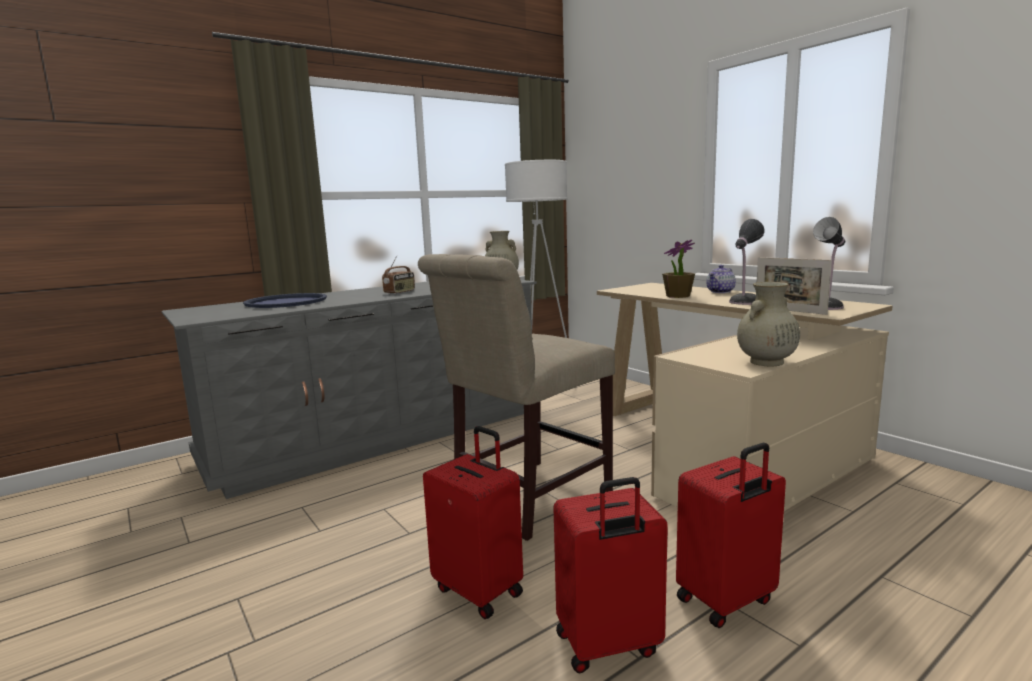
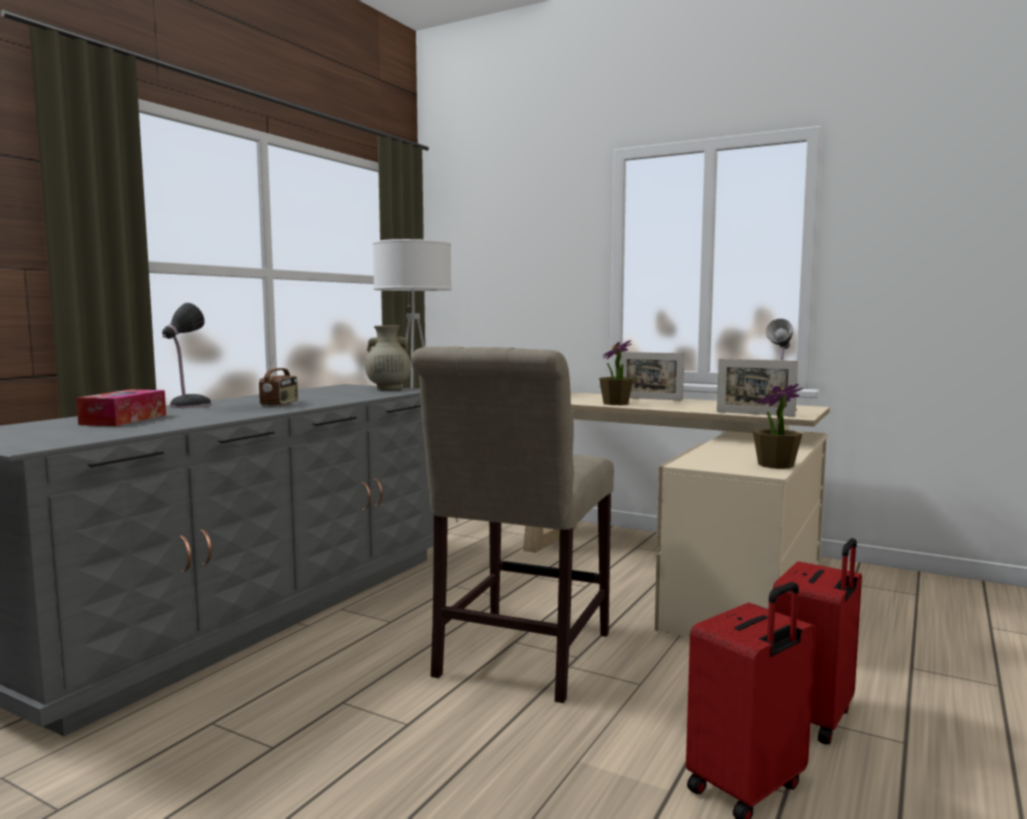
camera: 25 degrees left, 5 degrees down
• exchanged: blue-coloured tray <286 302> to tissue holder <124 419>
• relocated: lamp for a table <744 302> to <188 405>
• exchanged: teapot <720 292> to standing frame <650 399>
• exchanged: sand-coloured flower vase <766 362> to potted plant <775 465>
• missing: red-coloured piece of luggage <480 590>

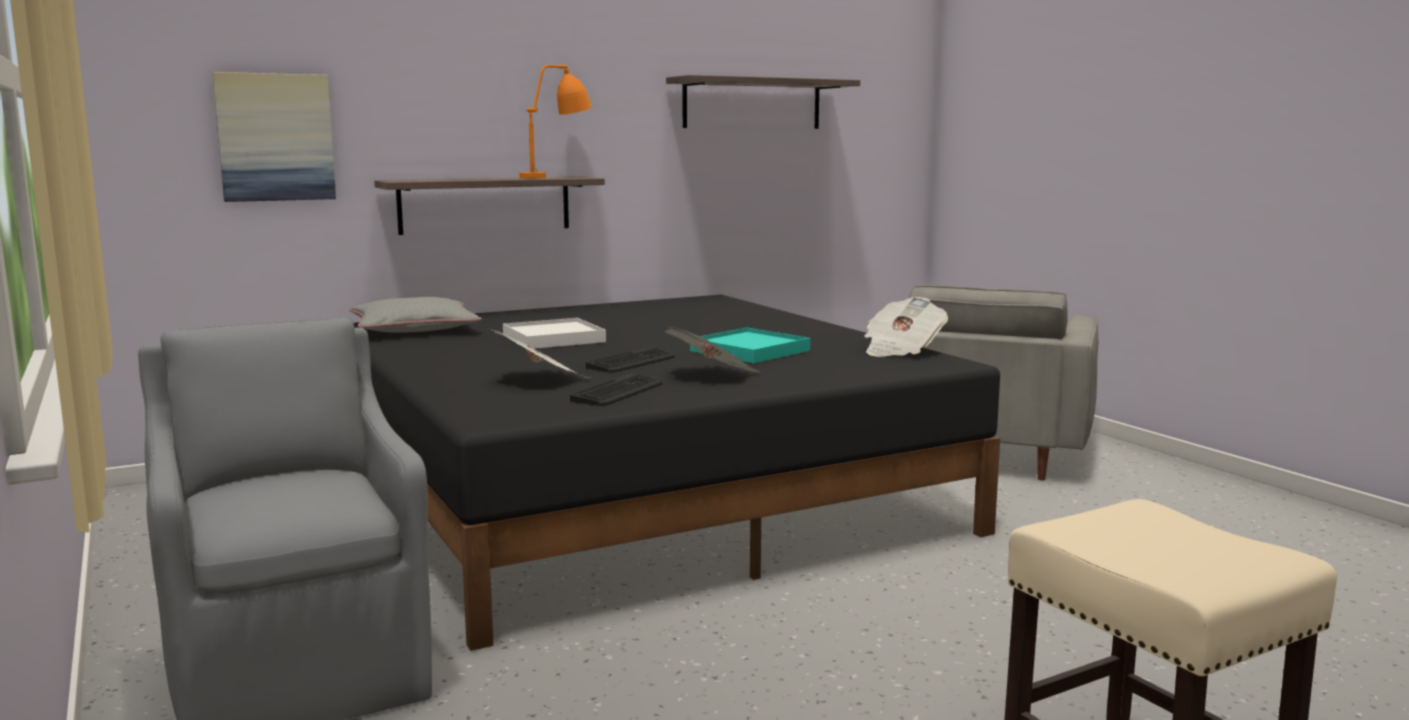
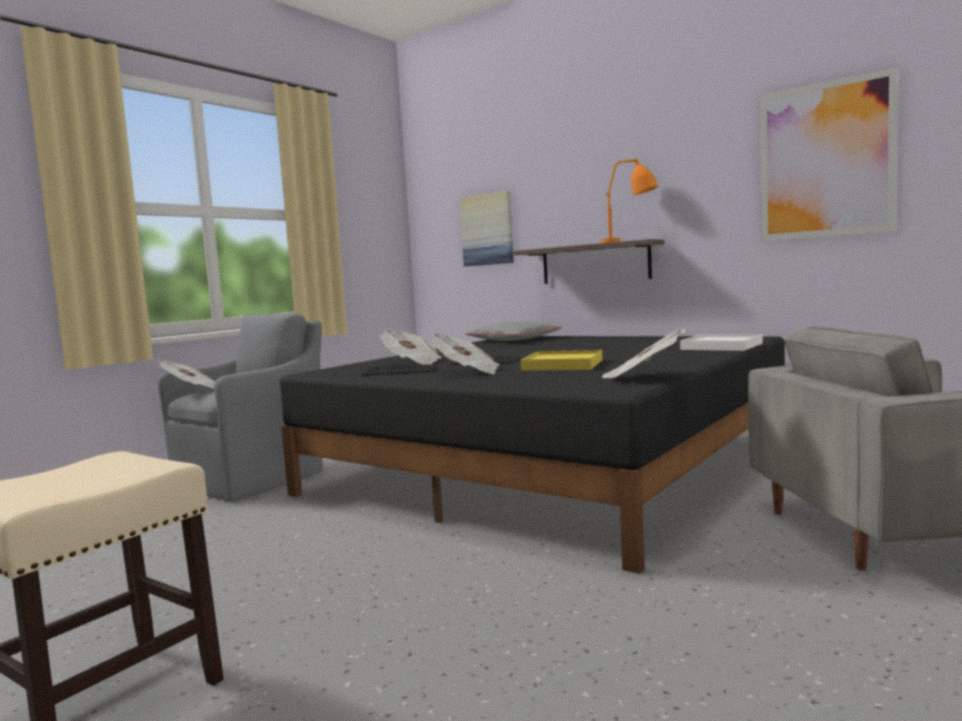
camera: 65 degrees right, 5 degrees down
• appeared: newspaper <192 391>
• colour: turquoise tray <750 351> to yellow-coloured tray <563 365>
• relocated: whitish tray <554 339> to <722 346>
• exchanged: shelf <752 104> to wall picture <825 160>

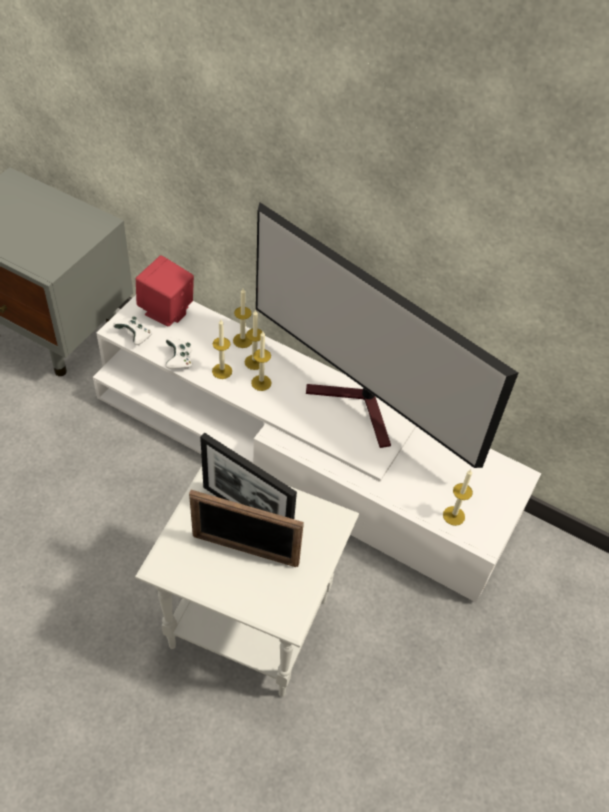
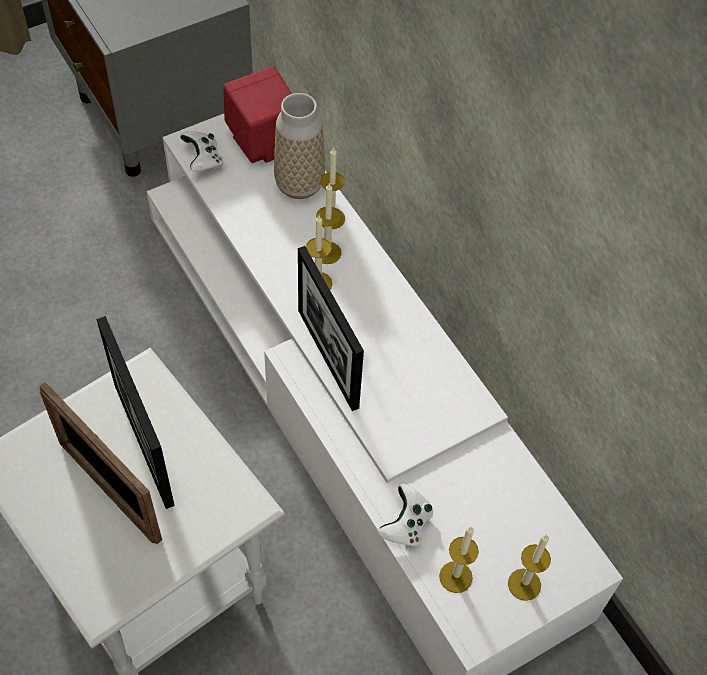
camera: 30 degrees right, 5 degrees up
• appeared: flower vase <299 185>
• appeared: standing frame <327 358>
• relocated: whitish gamepad <179 361> to <406 525>
• relocated: candle <222 371> to <524 584>
• missing: TV <361 407>

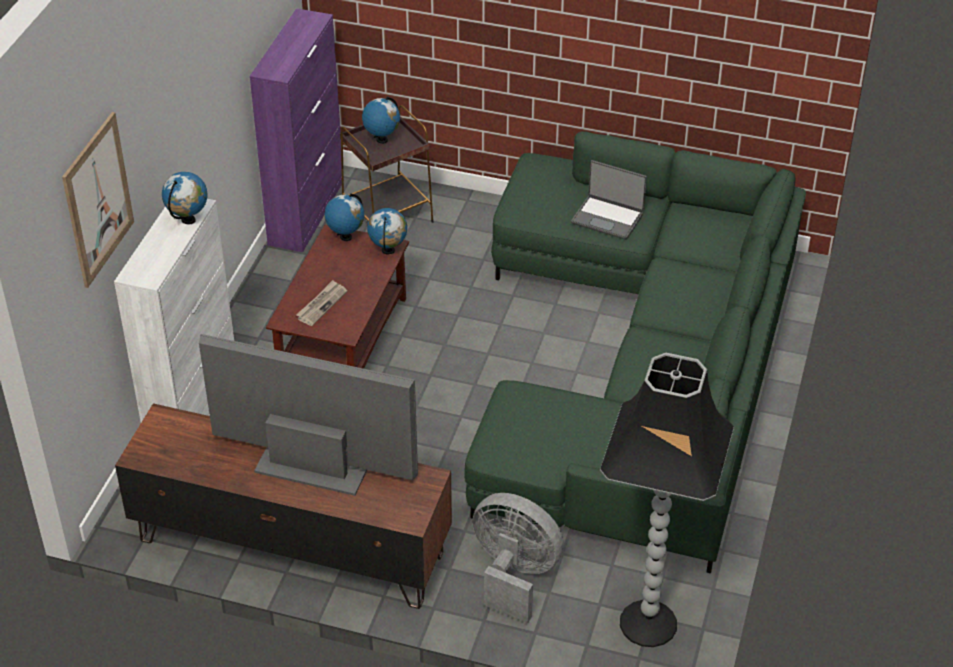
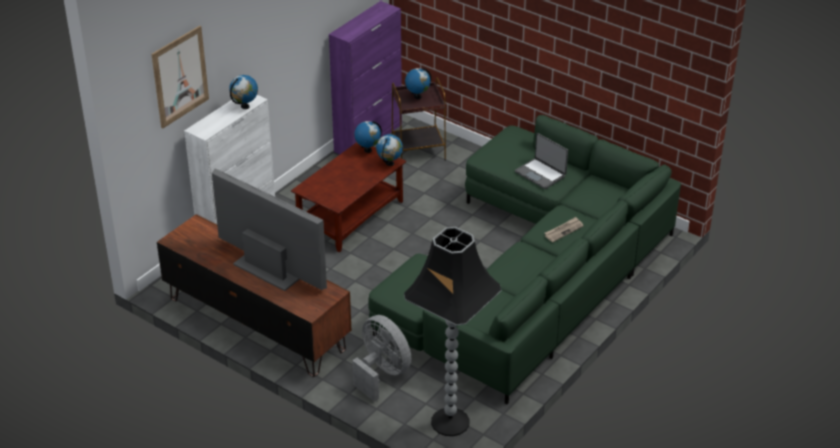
camera: 20 degrees right, 5 degrees down
• relocated: newspaper <321 304> to <563 230>

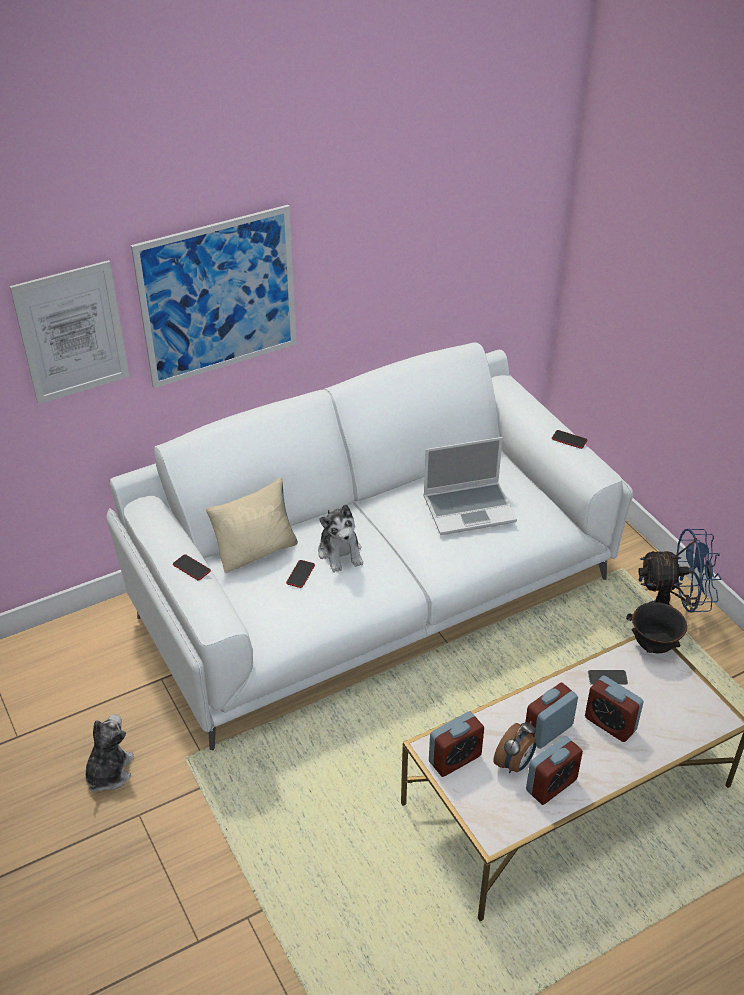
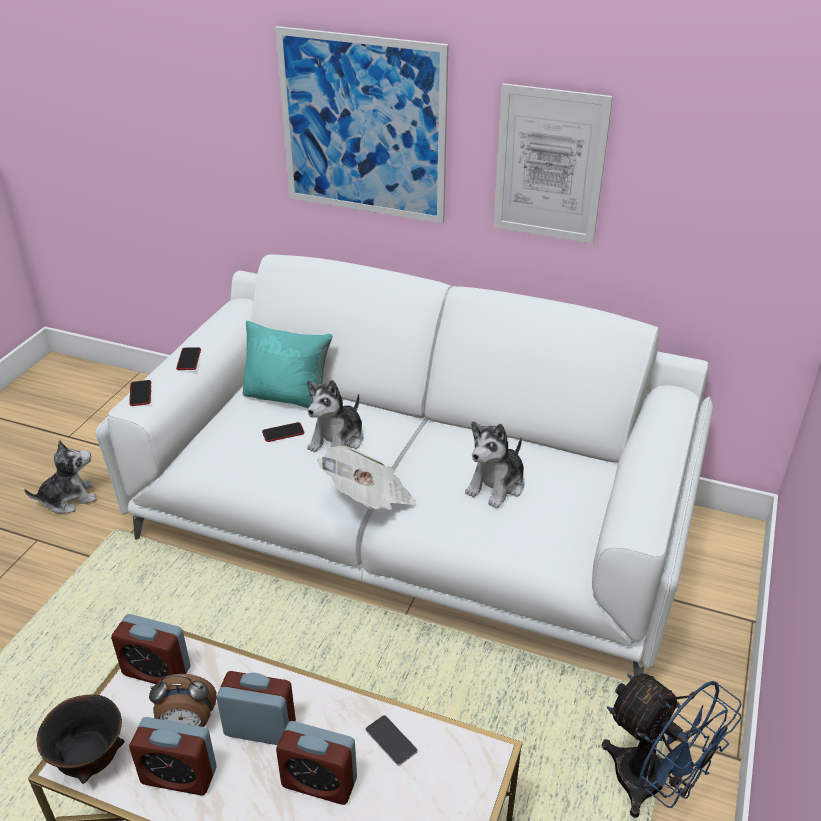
camera: 50 degrees right, 5 degrees down
• relocated: black-coloured serving bowl <654 646> to <91 762>
• relocated: telephone <569 440> to <140 394>
• colour: sand-coloured cushion <256 551> to turquoise cushion <288 397>
• spun: alarm clock <610 724> = <319 782> 75 degrees counterclockwise
• appeared: newspaper <368 497>
• exchanged: laptop <470 508> to soft toy <496 485>
• relocated: wall picture <72 333> to <549 165>

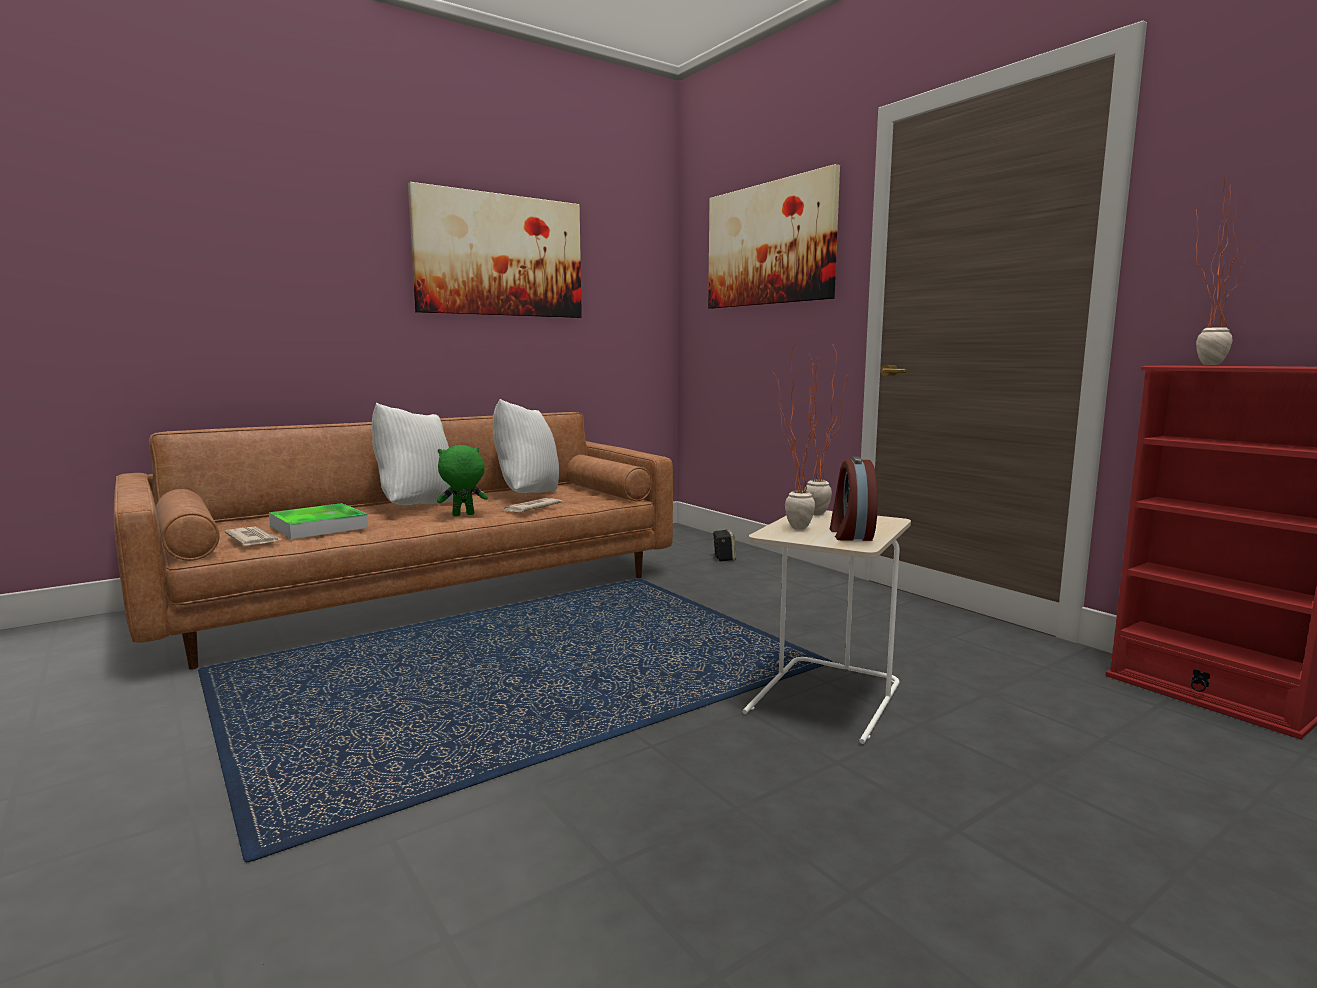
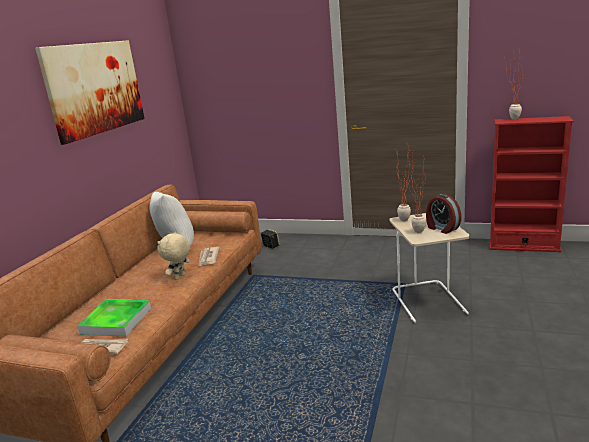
camera: 35 degrees left, 10 degrees up
• colour: green-coloured soft toy <463 515> to sand-coloured soft toy <180 277>
• missing: whitish cushion <416 506>
• missing: wall picture <769 244>

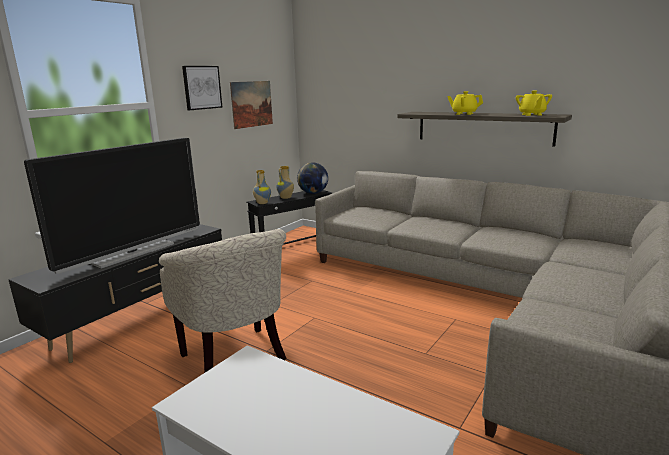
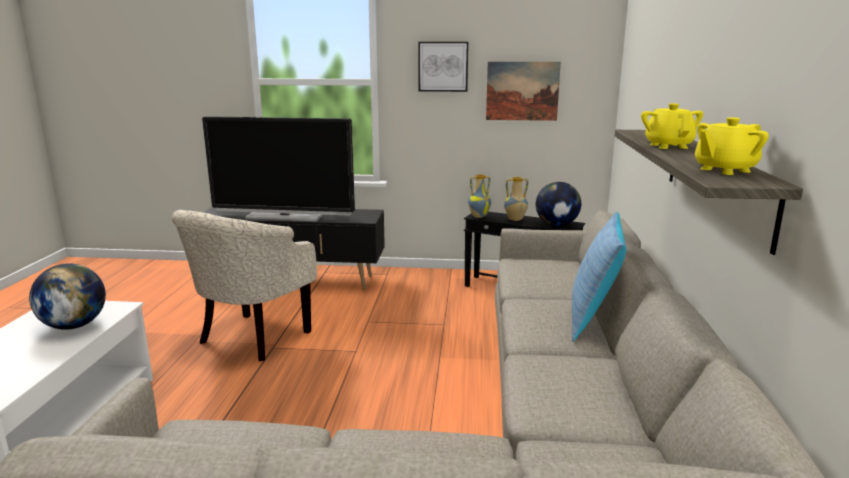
camera: 60 degrees right, 0 degrees up
• appeared: globe <74 326>
• appeared: cushion <593 319>

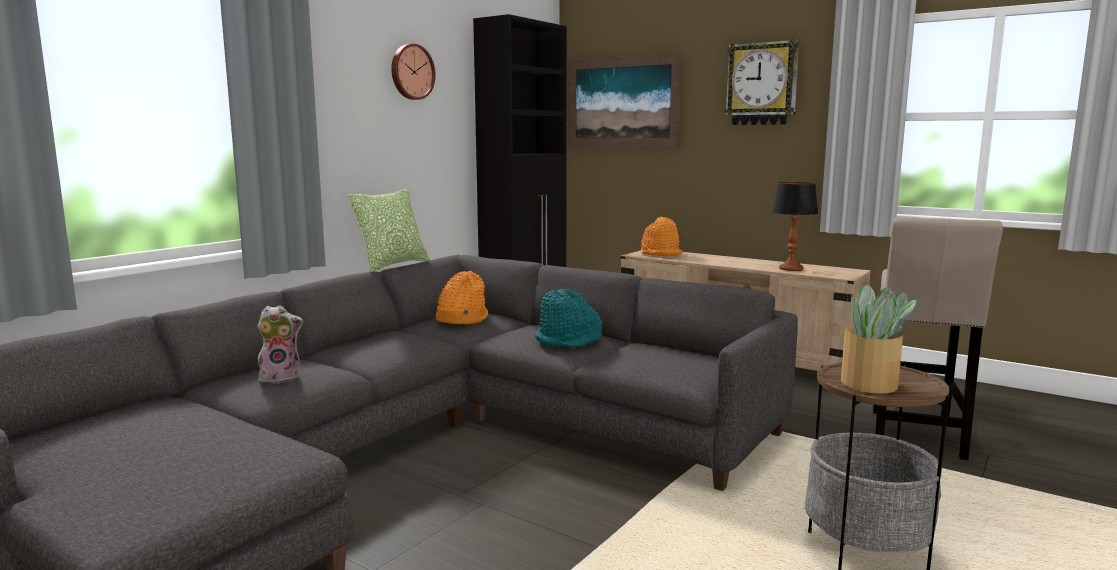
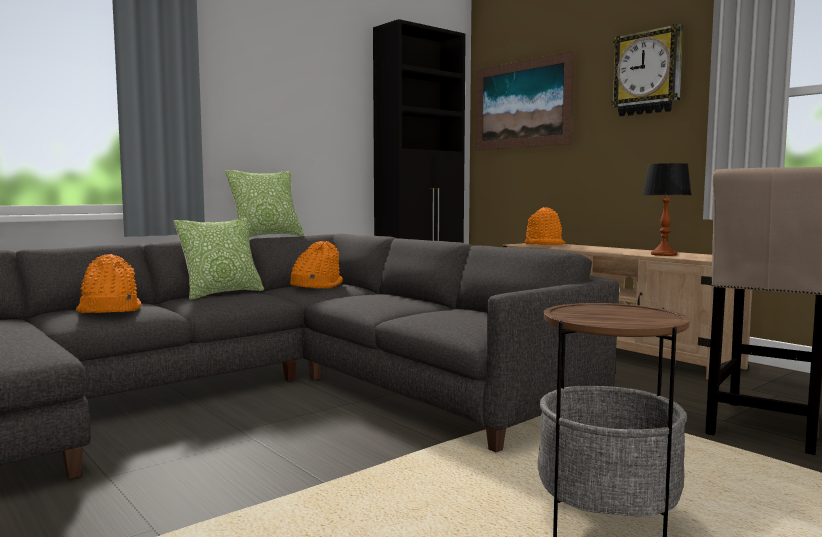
camera: 15 degrees right, 5 degrees down
• exchanged: soft toy <281 378> to orange-coloured hat <108 310>
• appeared: cushion <222 293>
• missing: clock on the wall <411 72>
• missing: turquoise hat <569 341>
• missing: potted plant <869 383>

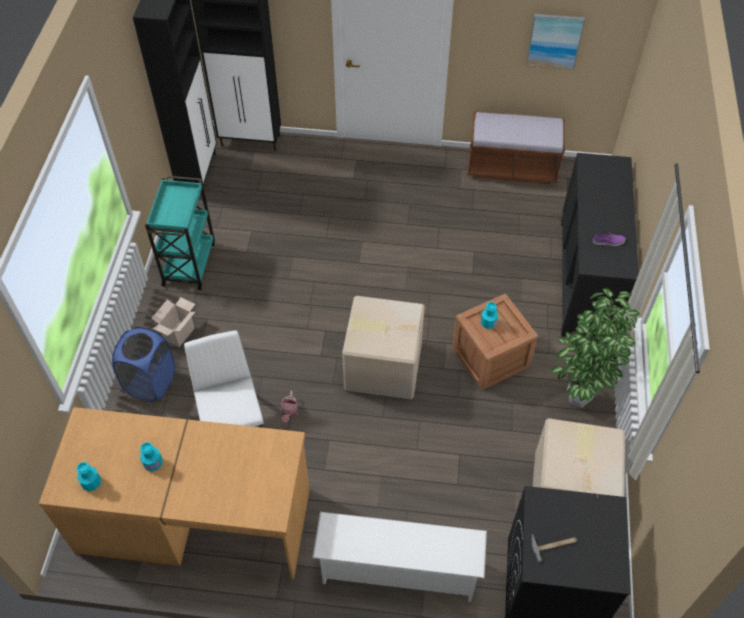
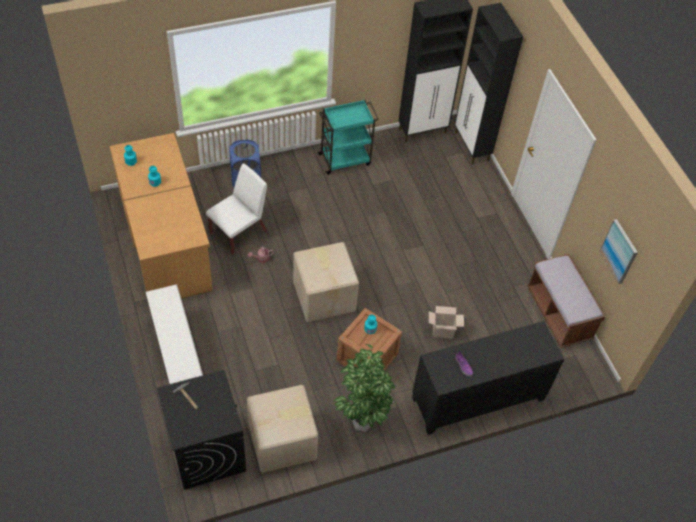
camera: 60 degrees right, 0 degrees up
• relocated: cardboard box <179 333> to <443 331>

